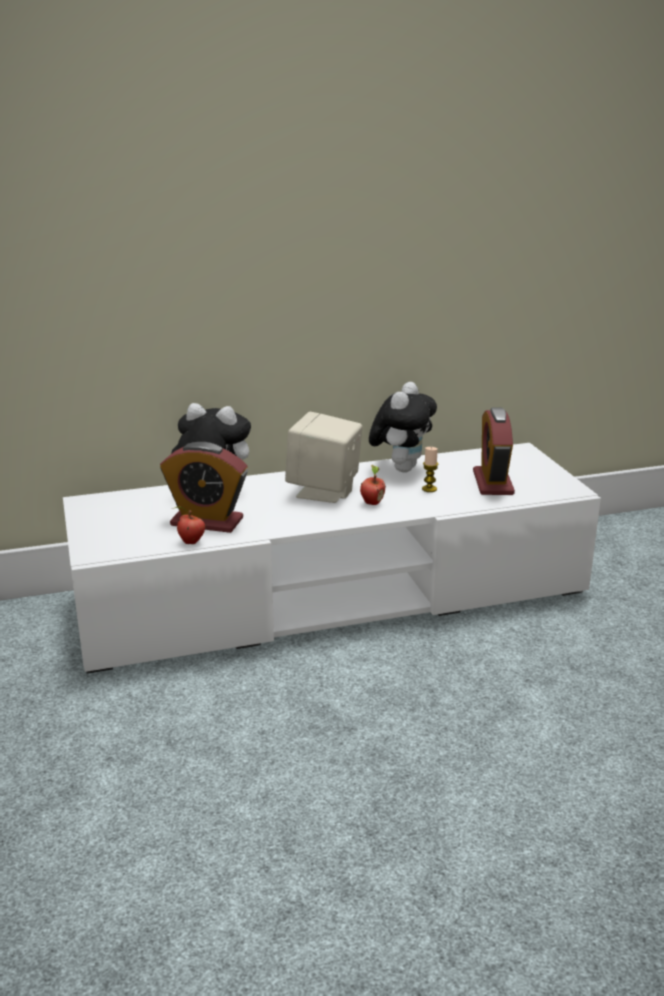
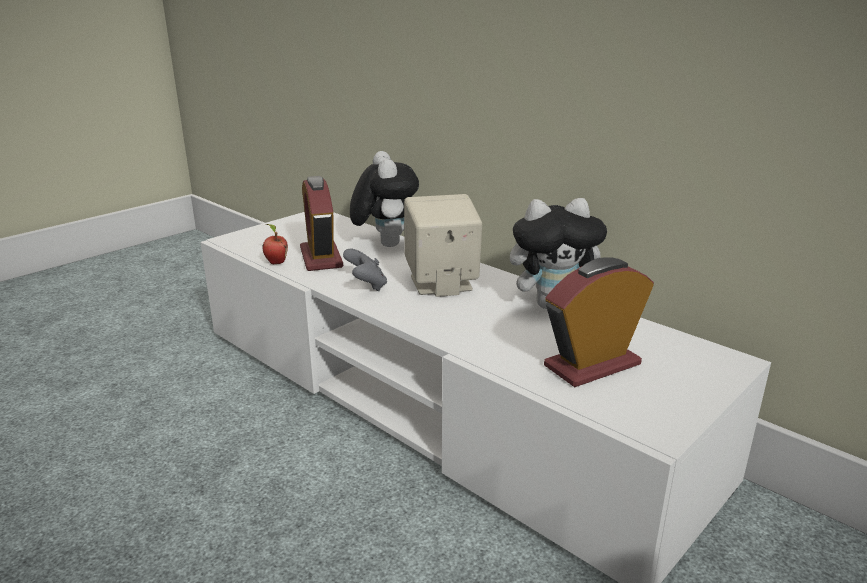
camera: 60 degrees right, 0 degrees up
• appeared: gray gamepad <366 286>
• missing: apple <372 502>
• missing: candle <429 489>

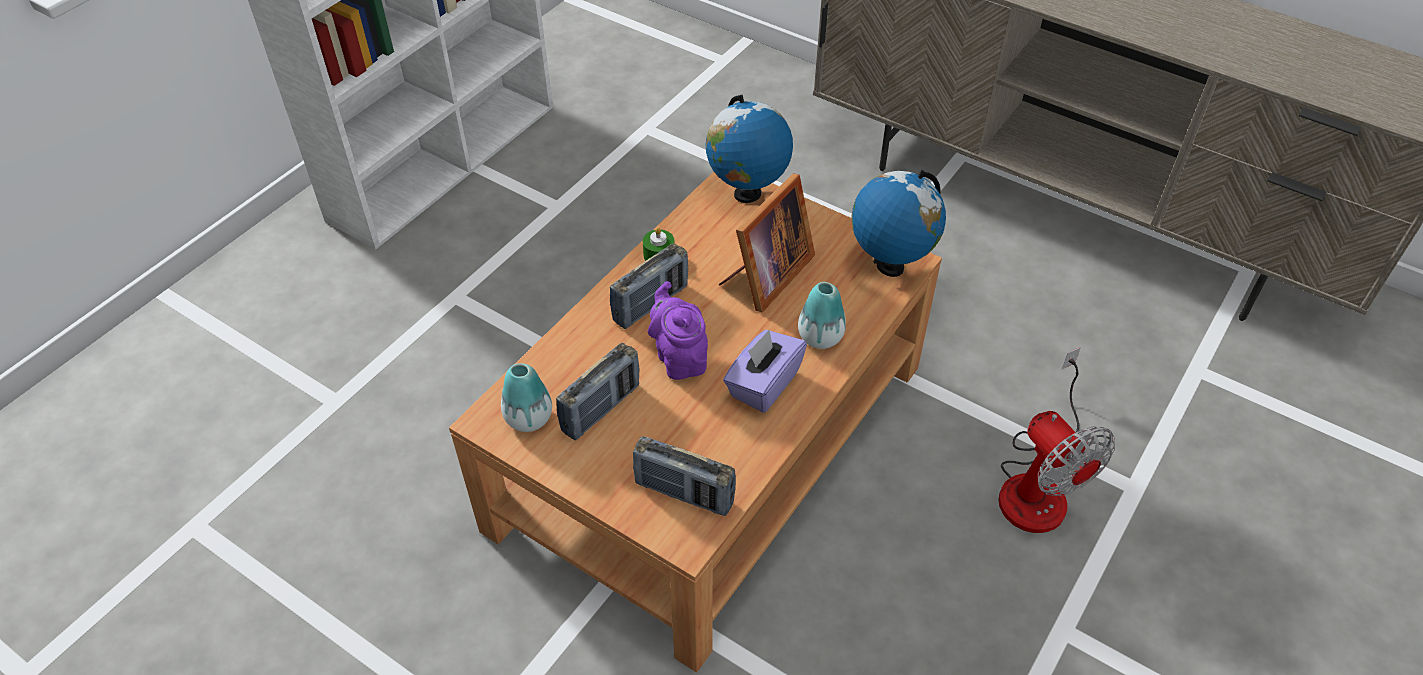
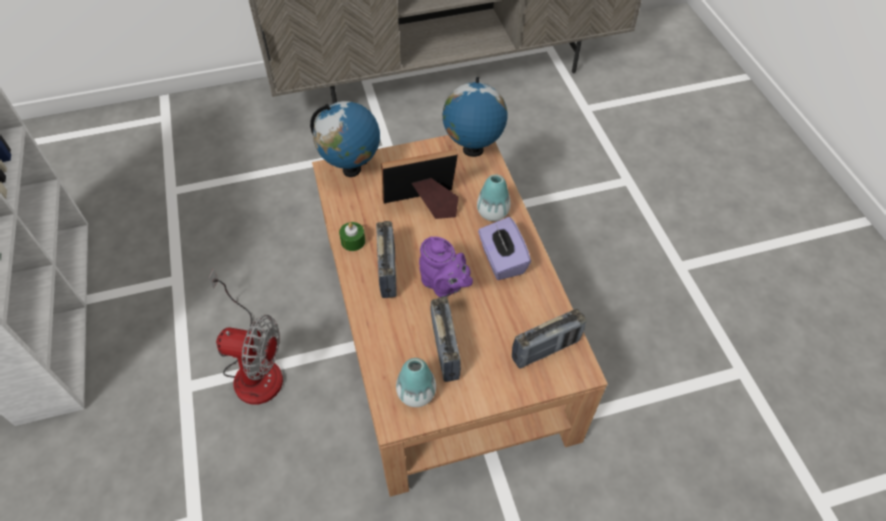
camera: 50 degrees left, 5 degrees up
• relocated: cooling fan <1038 484> to <253 367>
• spun: standing frame <765 276> = <424 205> 90 degrees counterclockwise
• spun: purplish teapot <679 358> = <444 285> 150 degrees counterclockwise

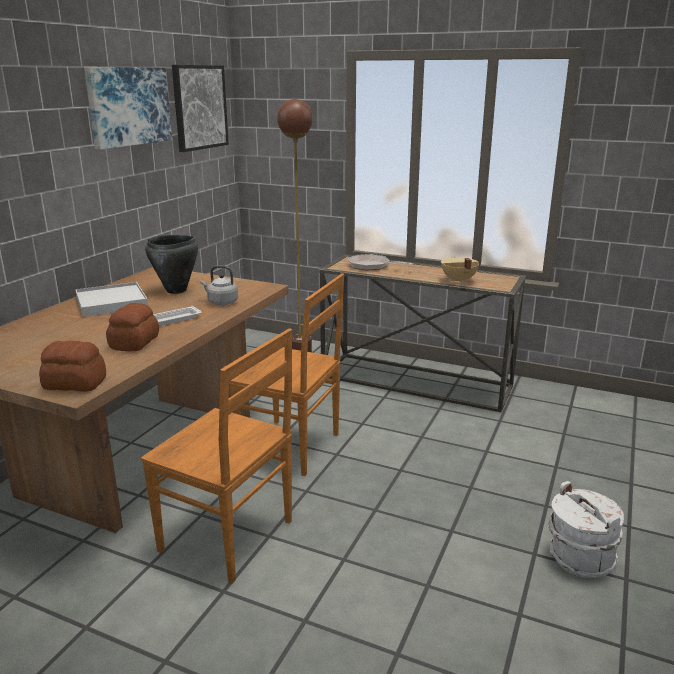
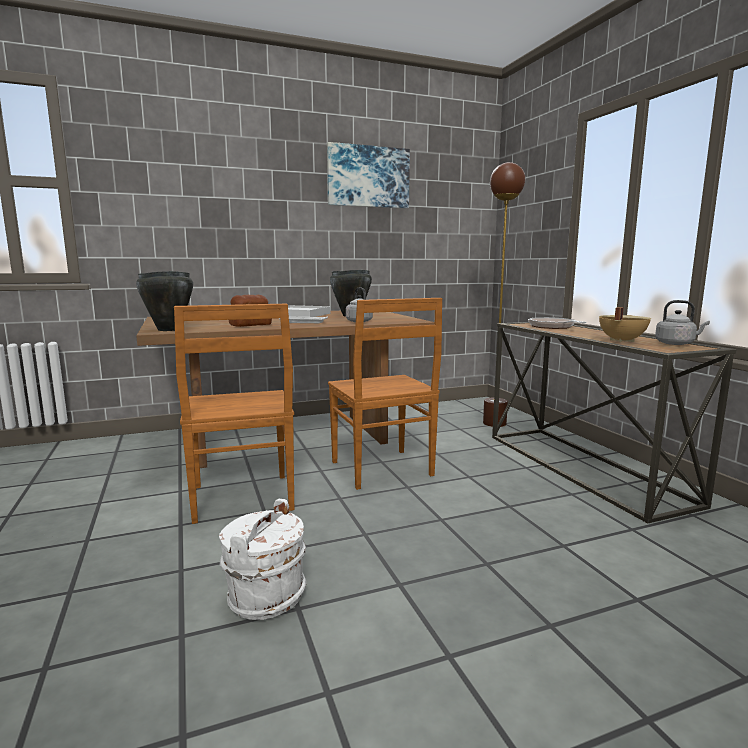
camera: 45 degrees right, 10 degrees down
• exchanged: bread <75 384> to black-coloured cooking pot <168 329>
• relocated: whitish pail <579 558> to <265 596>
• appeared: gray kettle <676 343>
• missing: wall picture <199 107>

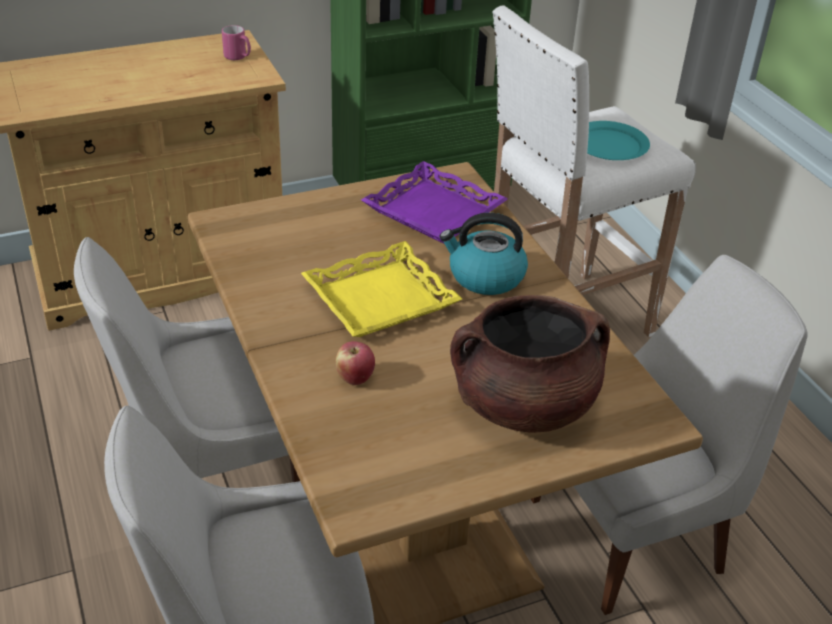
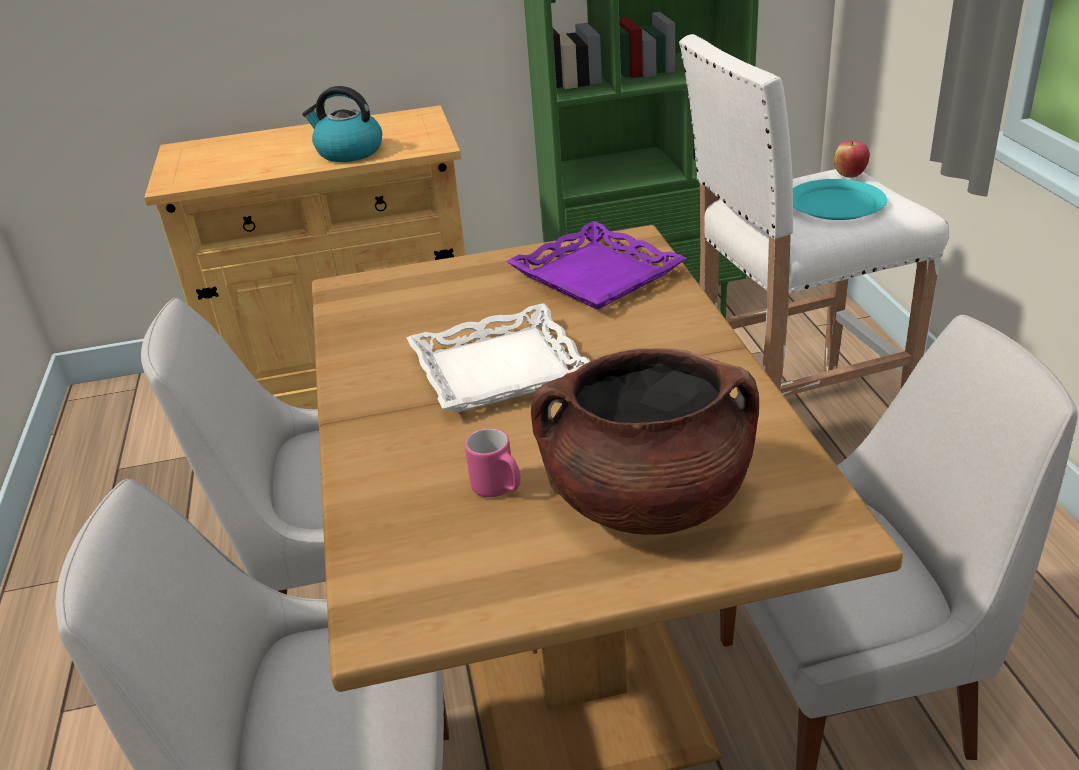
camera: 15 degrees right, 5 degrees down
• relocated: kettle <485 277> to <348 152>
• colour: yellow-coloured tray <380 298> to whitish tray <499 368>
• relocated: pinkish mug <238 57> to <498 489>
• relocated: apple <355 378> to <849 175>

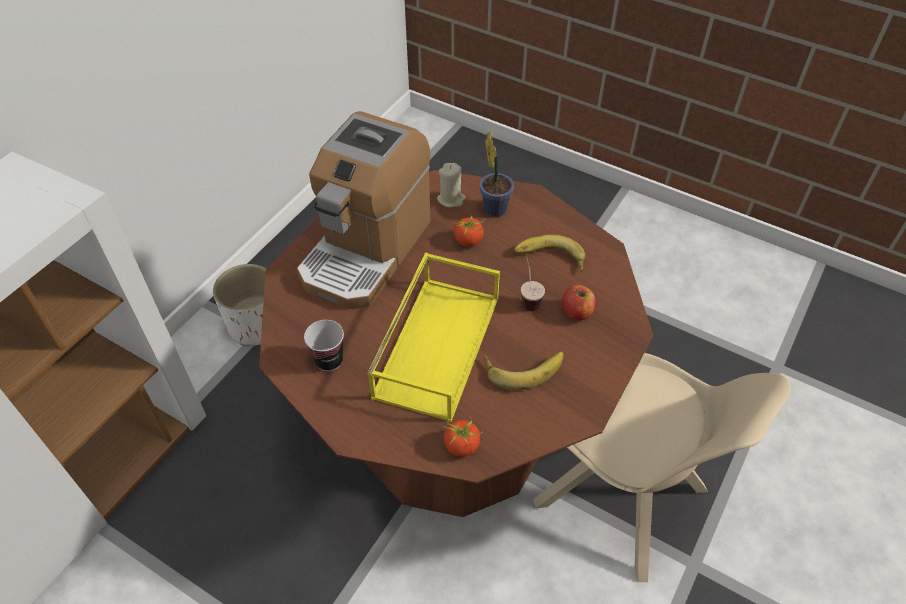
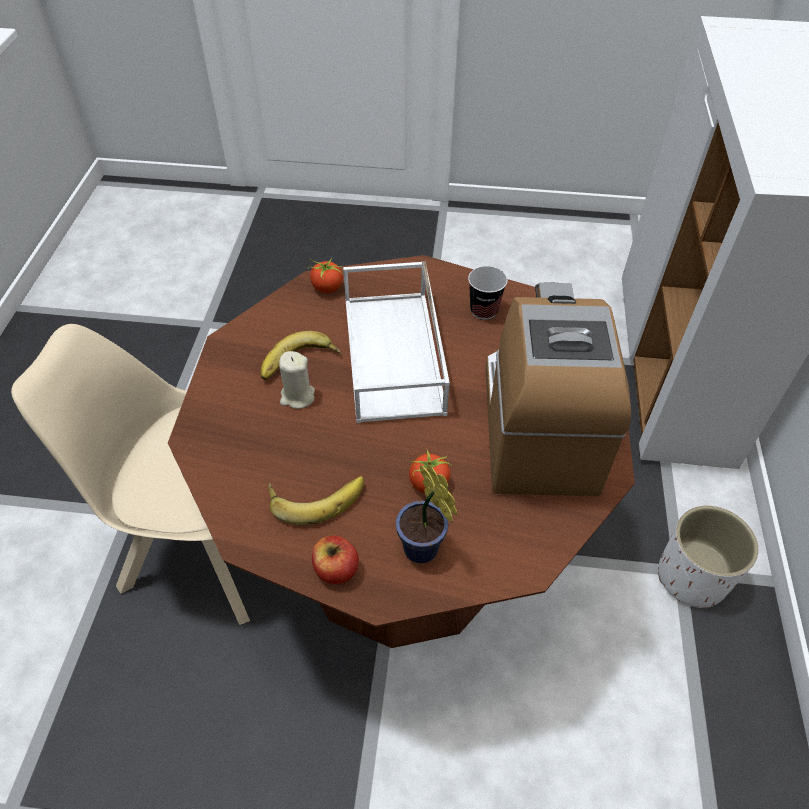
camera: 155 degrees right, 0 degrees up
• relocated: sand-coloured candle <451 199> to <297 396>
• relocated: apple <577 312> to <336 569>
• colour: yellow-coloured tray <436 344> to whitish tray <395 355>
• missing: cup <528 297>

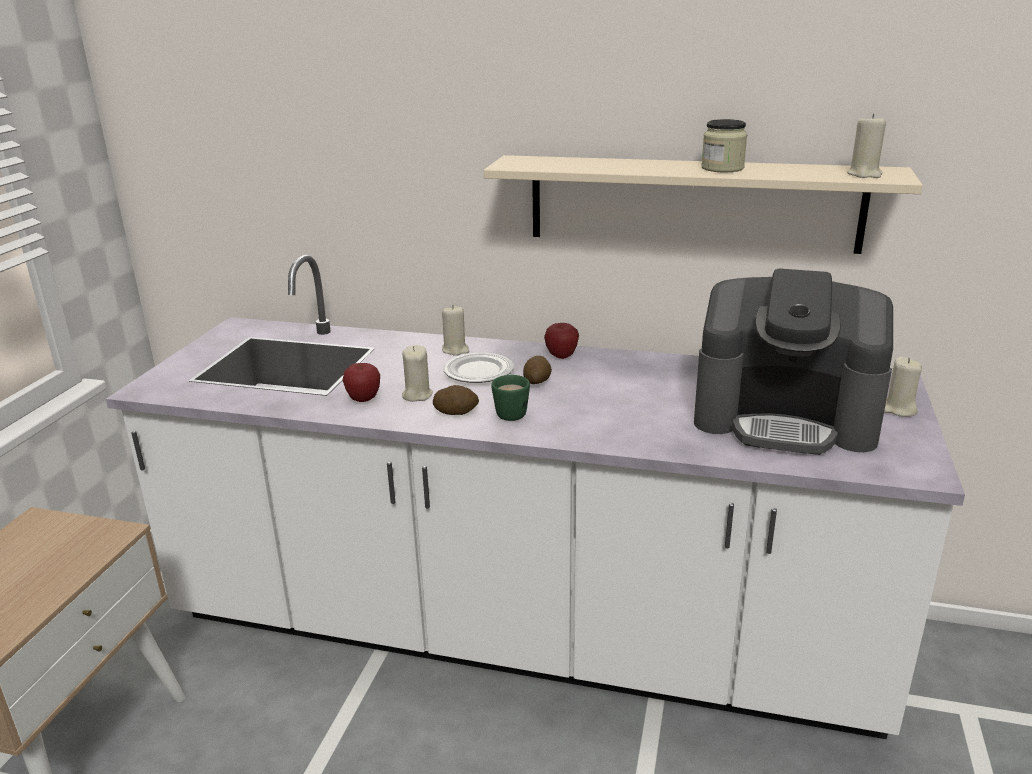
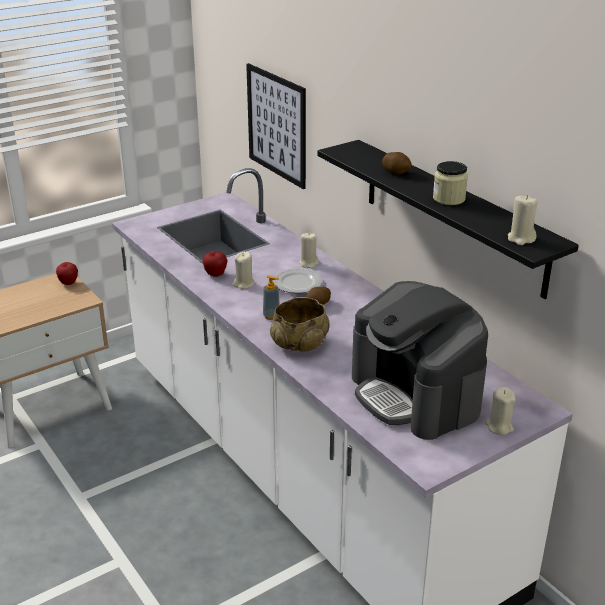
camera: 40 degrees right, 5 degrees up
• relocated: apple <561 356> to <68 283>
• appeared: wall picture <276 125>
• exchanged: green-coloured mug <509 412> to soap bottle <271 316>
• appeared: sand-coloured serving bowl <300 343>
• colour: sand-coloured shelf <692 203> to black-coloured shelf <452 216>
• relocated: spud <456 412> to <396 172>

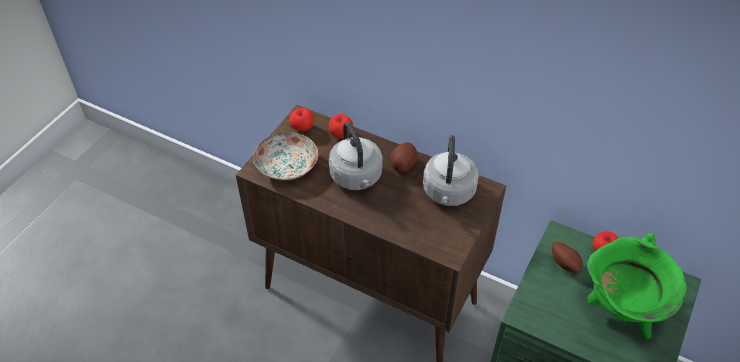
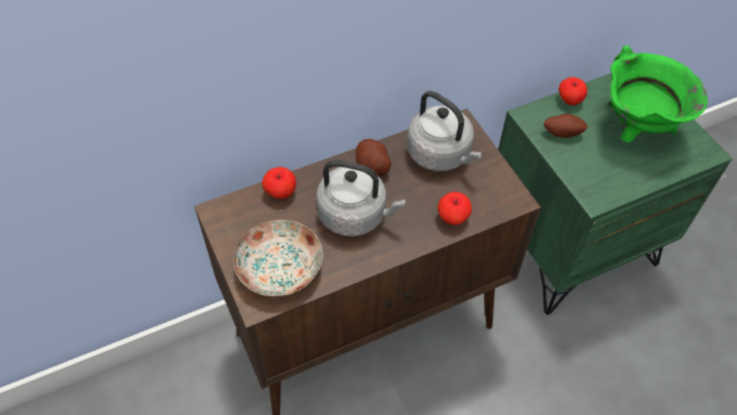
camera: 55 degrees left, 5 degrees up
• relocated: apple <302 128> to <452 218>

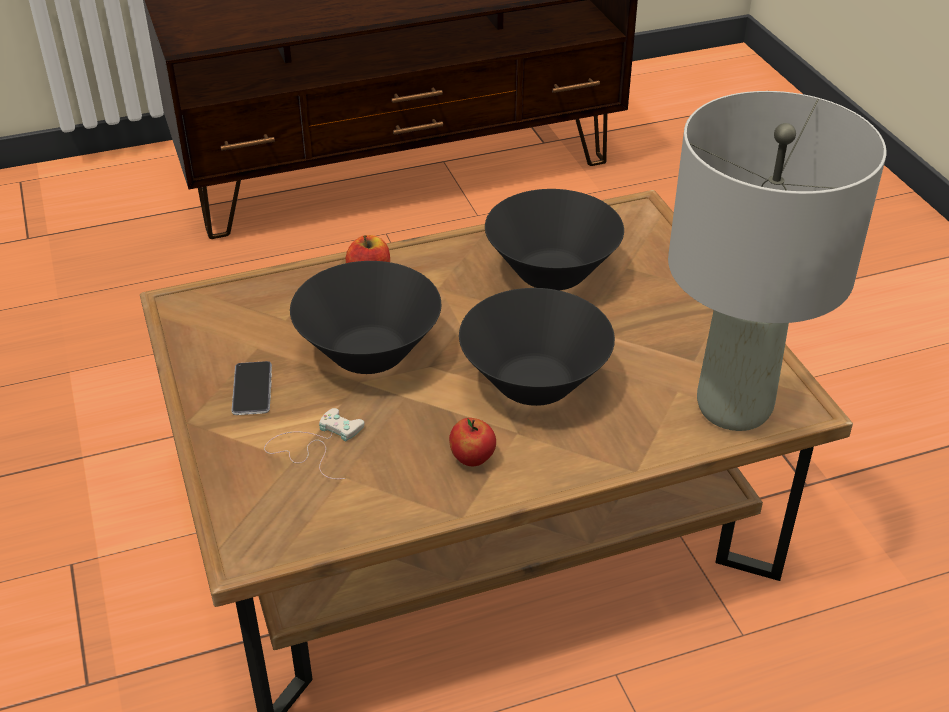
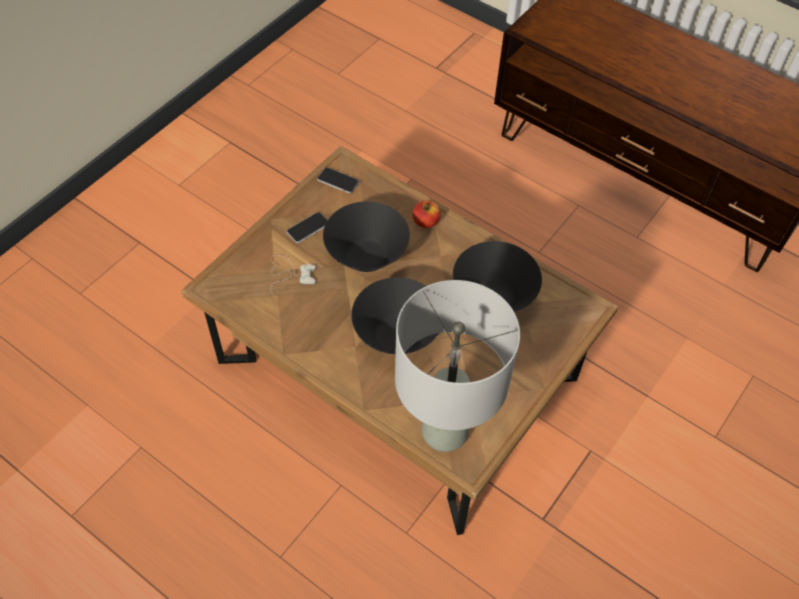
camera: 55 degrees right, 15 degrees up
• appeared: telephone <338 181>
• missing: apple <472 458>

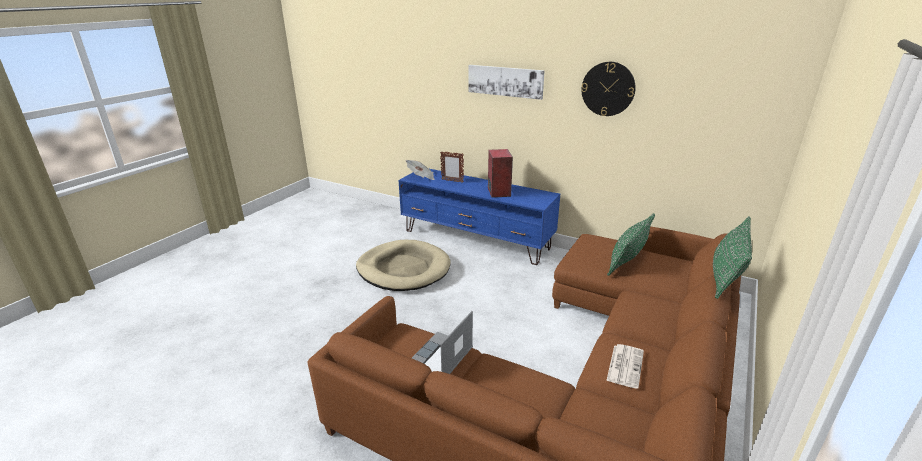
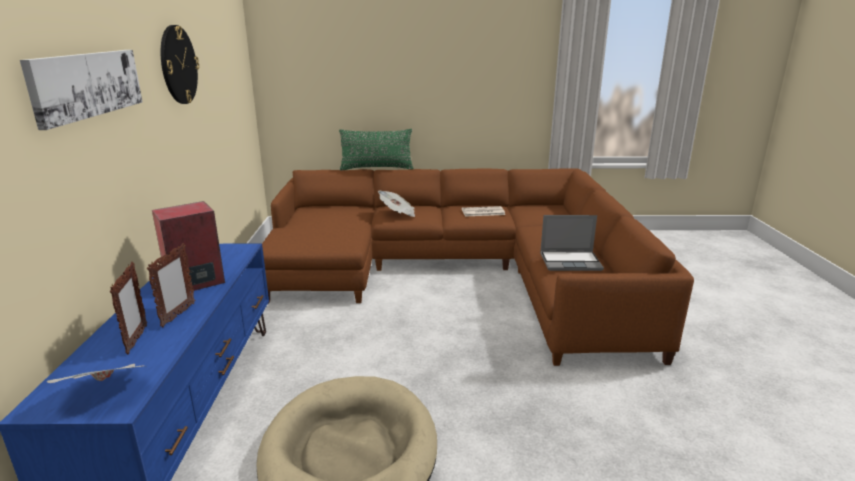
camera: 120 degrees left, 5 degrees down
• appeared: standing frame <178 315>
• appeared: newspaper <398 213>
• missing: green-coloured cushion <627 261>

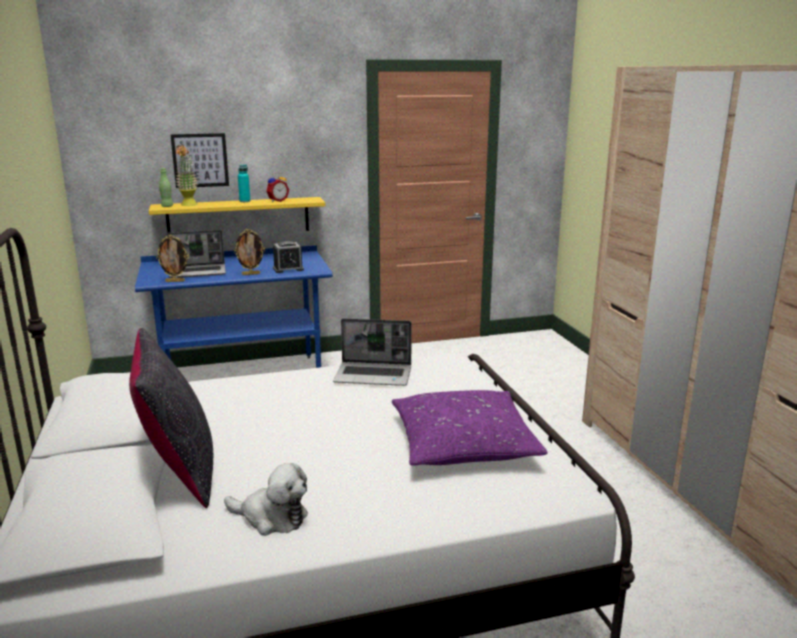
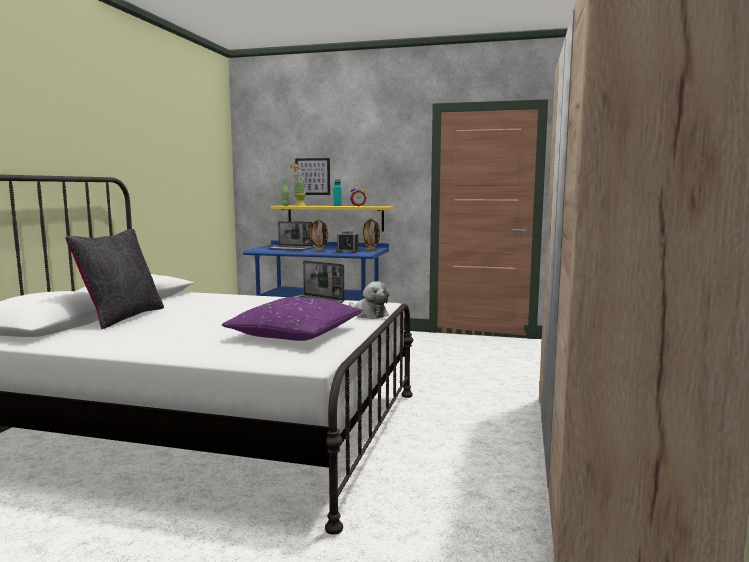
camera: 30 degrees right, 10 degrees down
• relocated: soft toy <271 518> to <369 314>
• relocated: standing frame <175 281> to <371 250>

